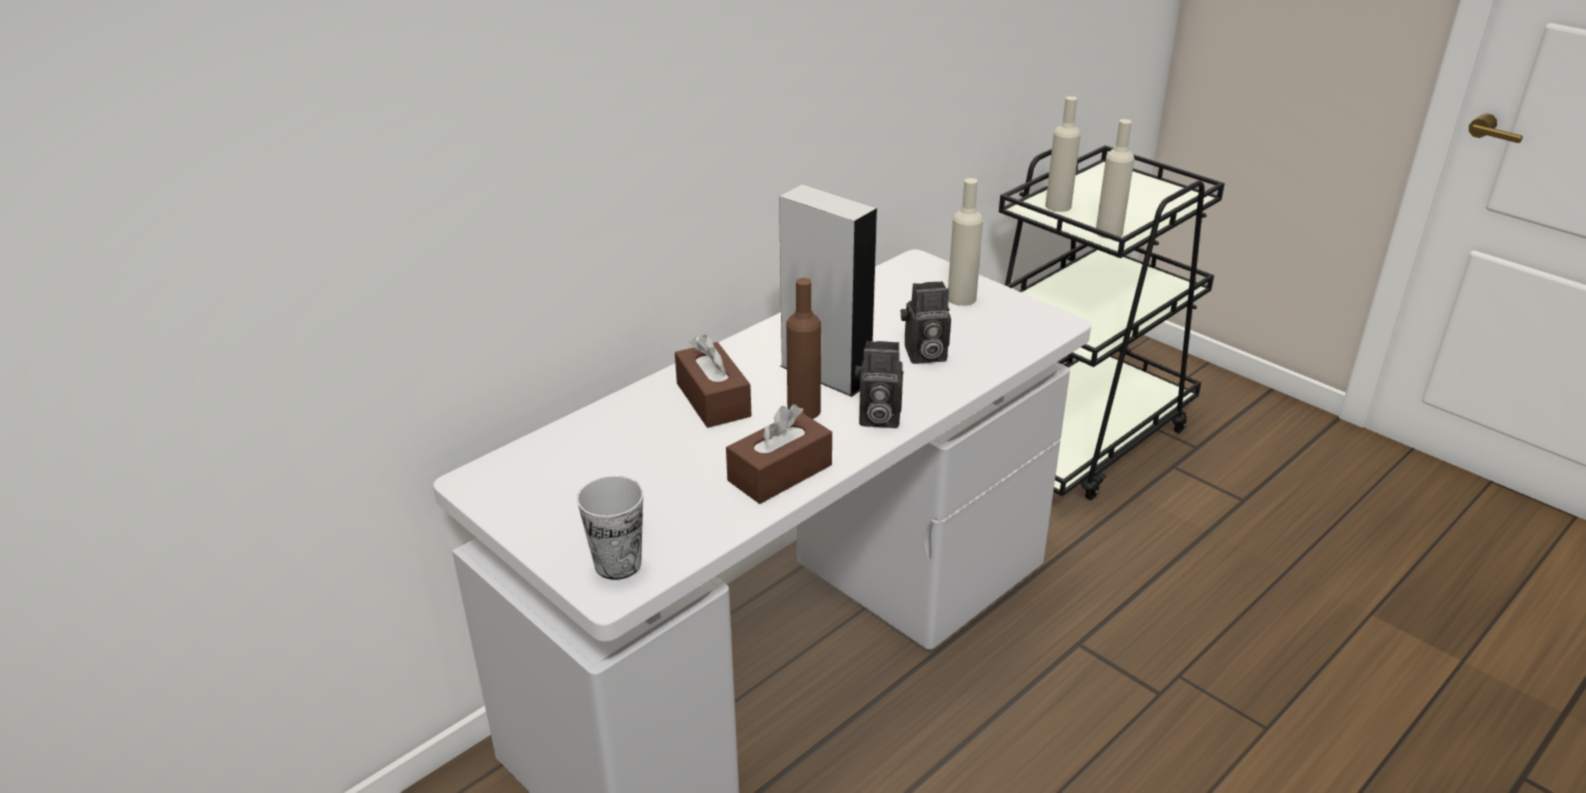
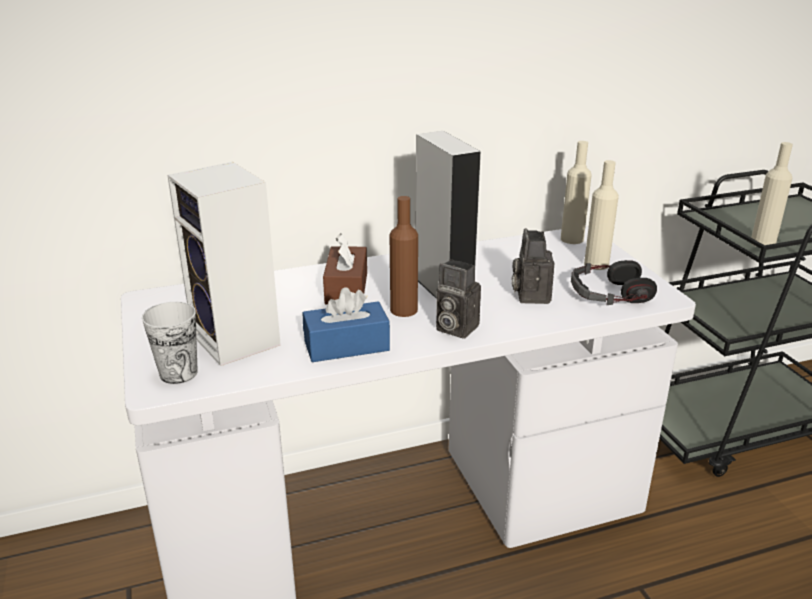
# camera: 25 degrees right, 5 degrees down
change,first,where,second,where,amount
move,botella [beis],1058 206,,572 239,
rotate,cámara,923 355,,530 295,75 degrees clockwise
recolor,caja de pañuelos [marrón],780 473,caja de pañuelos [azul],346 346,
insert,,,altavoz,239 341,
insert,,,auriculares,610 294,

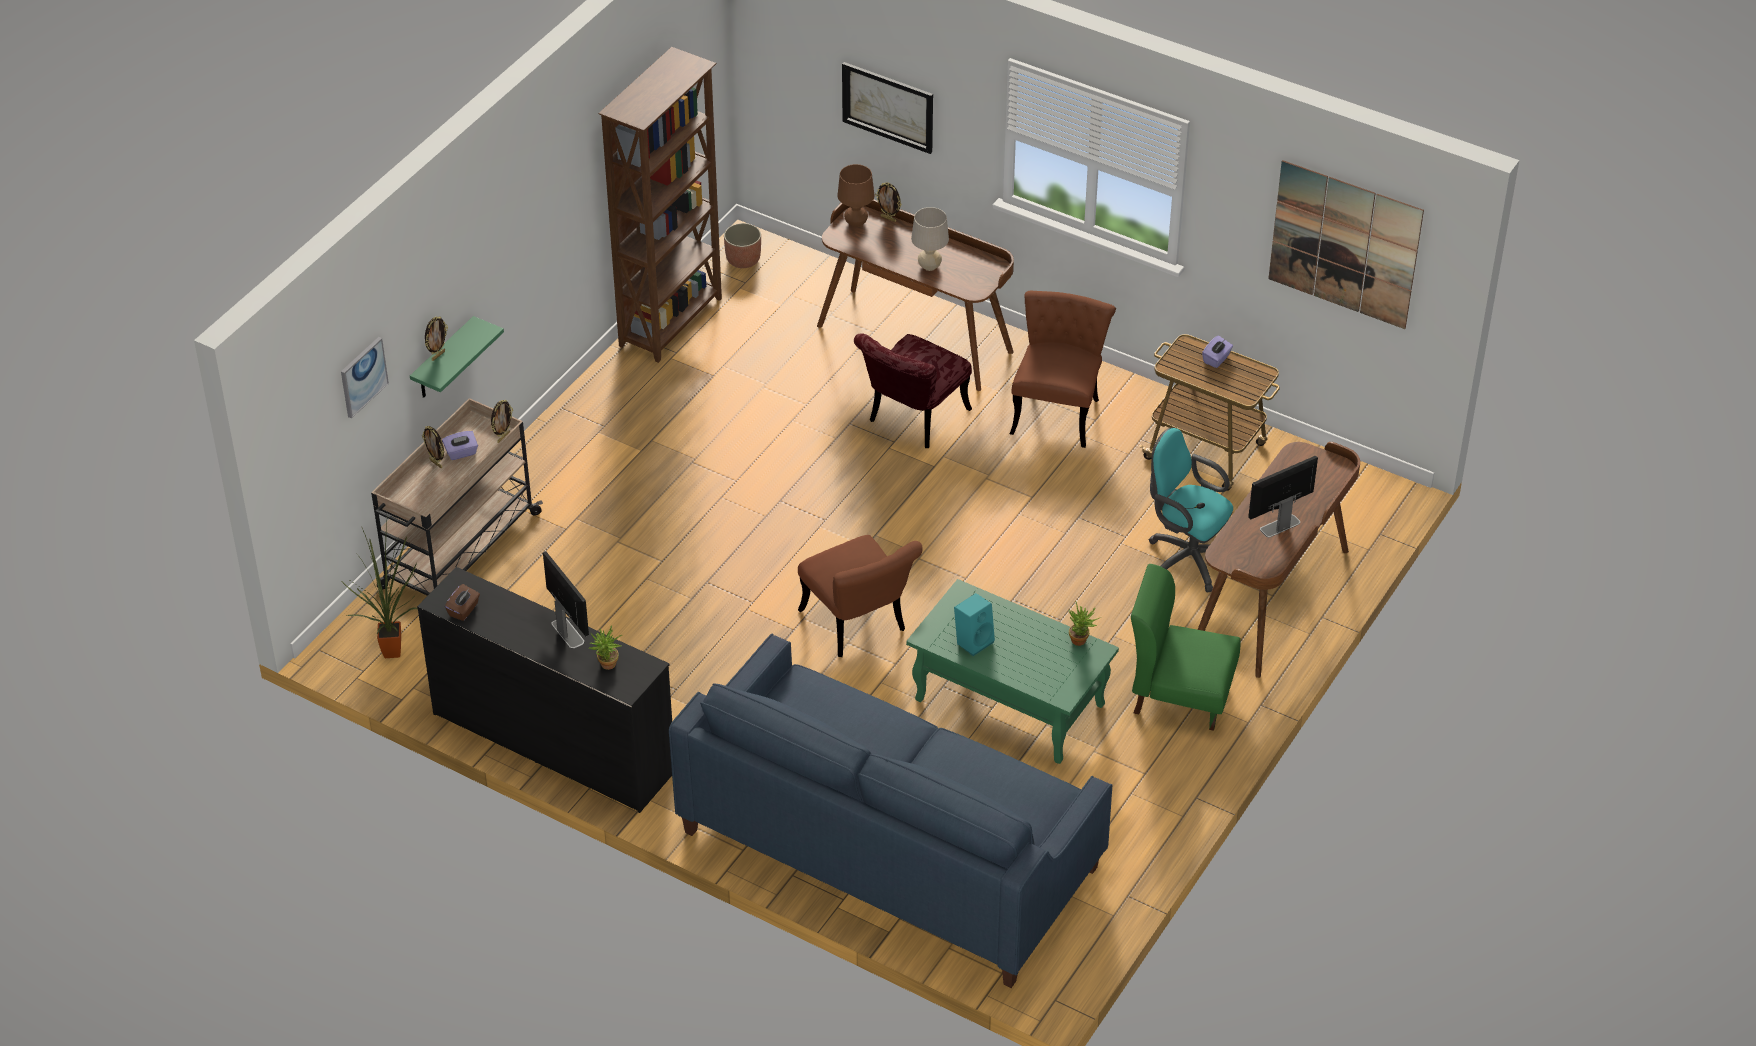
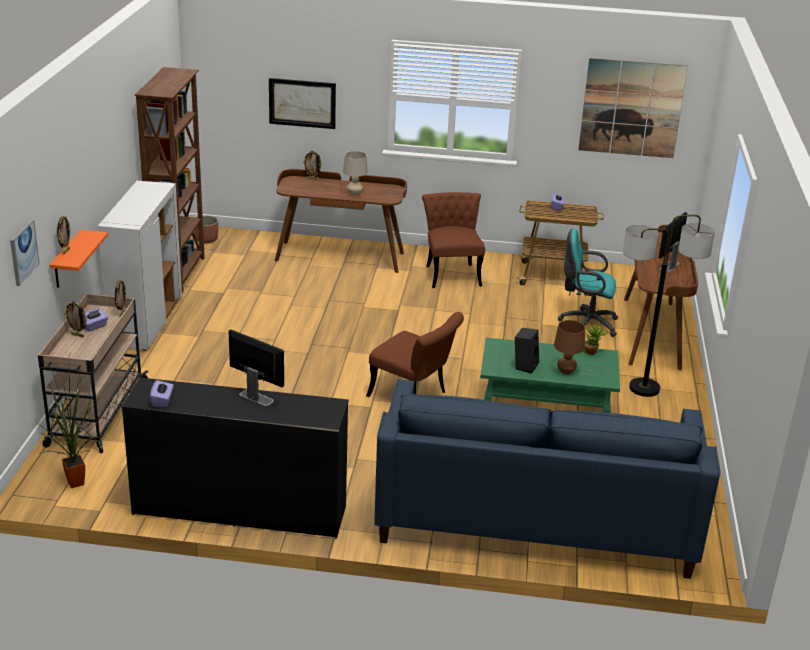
# camera: 25 degrees left, 15 degrees down
change,first,where,second,where,amount
move,lámpara de mesa [marrón],856 223,,566 371,
recolor,estante [verde],443 360,estante [naranja],66 260,
delete,silla [rojo],913 421,,,
replace,silla [verde],1179 695,lámpara de pie,644 388,
recolor,caja de pañuelos [marrón],464 610,caja de pañuelos [morado],162 401,
recolor,altavoz [turquesa],973 641,altavoz [negro],524 365,
delete,planta en maceta,606 666,,,
insert,,,armario [blanco],146 322,

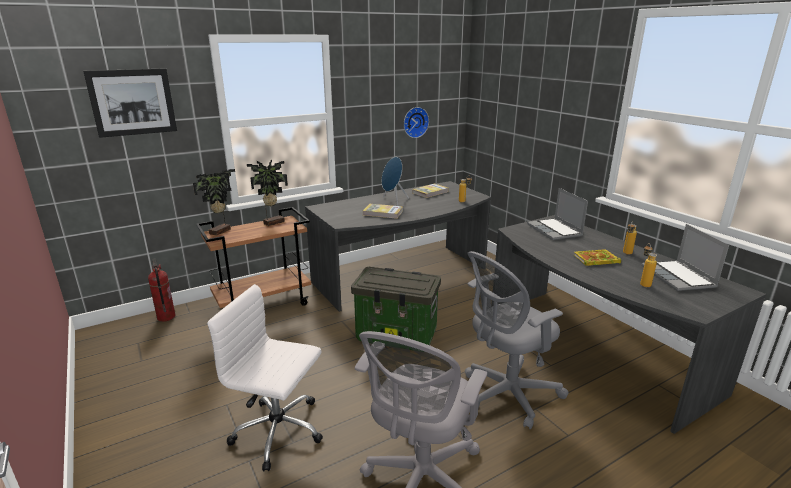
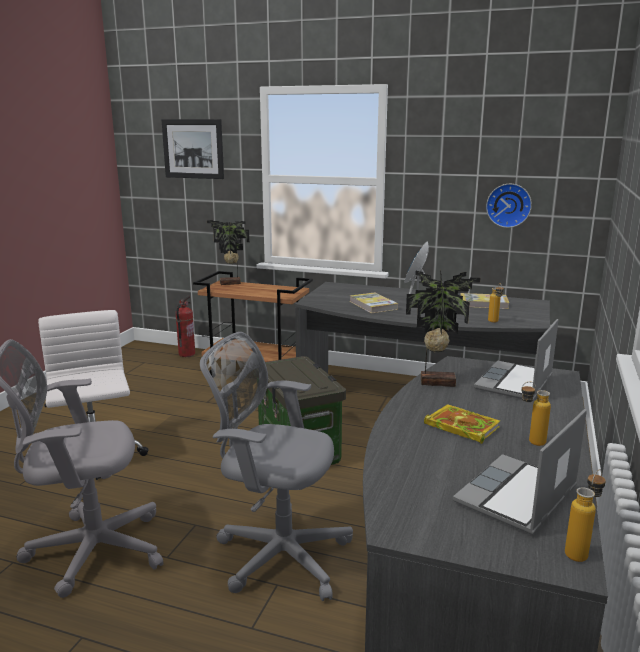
# camera: 50 degrees right, 5 degrees down
change,first,where,second,where,amount
move,planta en maceta,273 222,,436 381,
move,botella,643 283,,580 551,

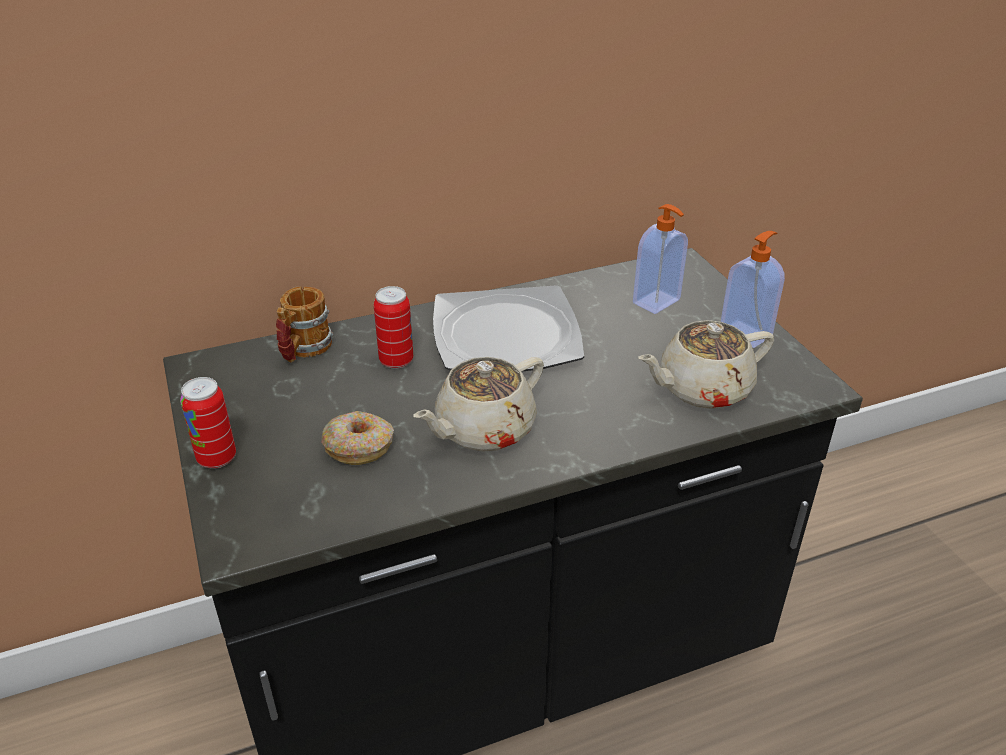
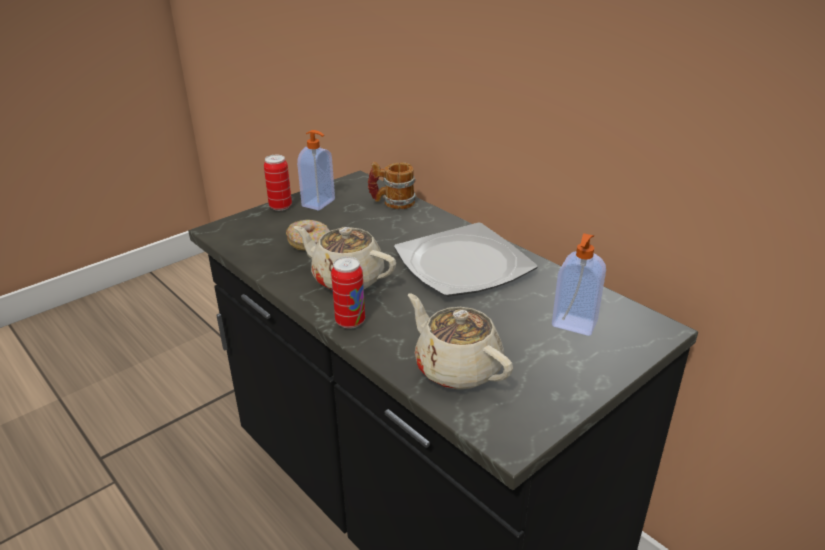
# camera: 70 degrees right, 5 degrees down
change,first,where,second,where,amount
move,dispensador de jabón,746 333,,319 203,
move,lata,396 361,,350 321,

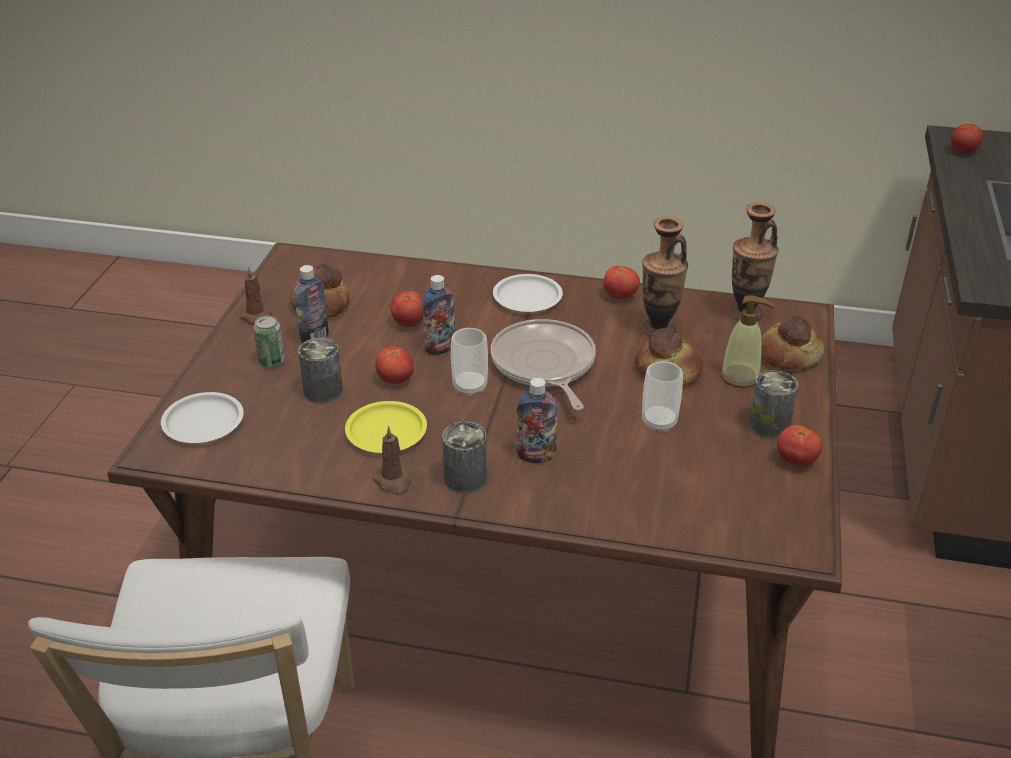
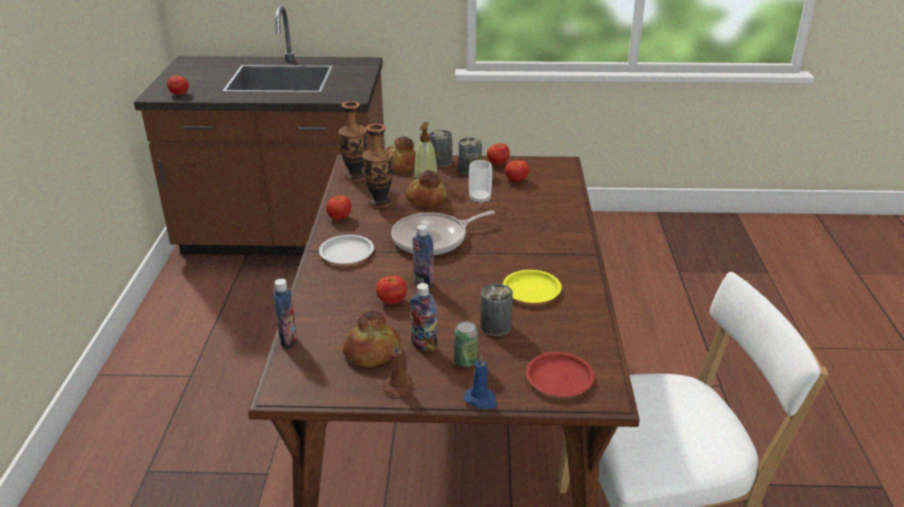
# camera: 100 degrees left, 5 degrees down
change,first,where,second,where,amount
delete,taza,470 387,,,
move,tomate,395 380,,516 180,
move,botella,536 456,,288 340,
recolor,plato [blanco],203 422,plato [rojo],559 378,
move,lata,465 479,,440 162,
delete,vela [marrón],393 482,,,
insert,,,vela [azul],481 400,

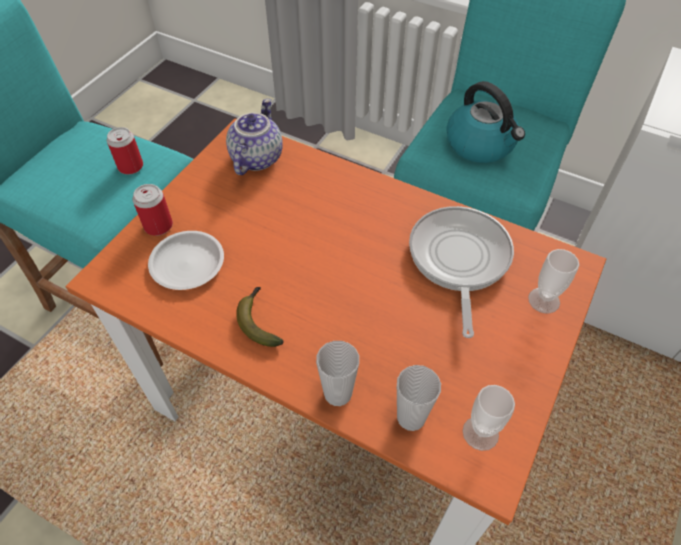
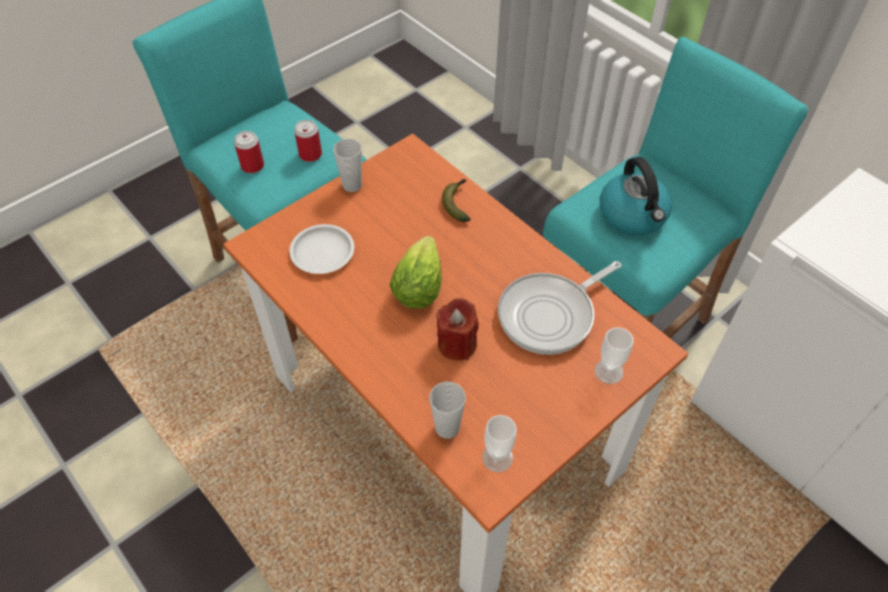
# camera: 20 degrees right, 0 degrees up
change,first,where,second,where,amount
delete,tetera,255 158,,,
move,lata,158 226,,252 166,
rotate,sartén,458 260,,550 315,150 degrees counterclockwise
move,plátano,259 320,,457 203,
move,taza,338 393,,352 185,
insert,,,lechuga,420 284,
insert,,,vela [rojo],457 344,

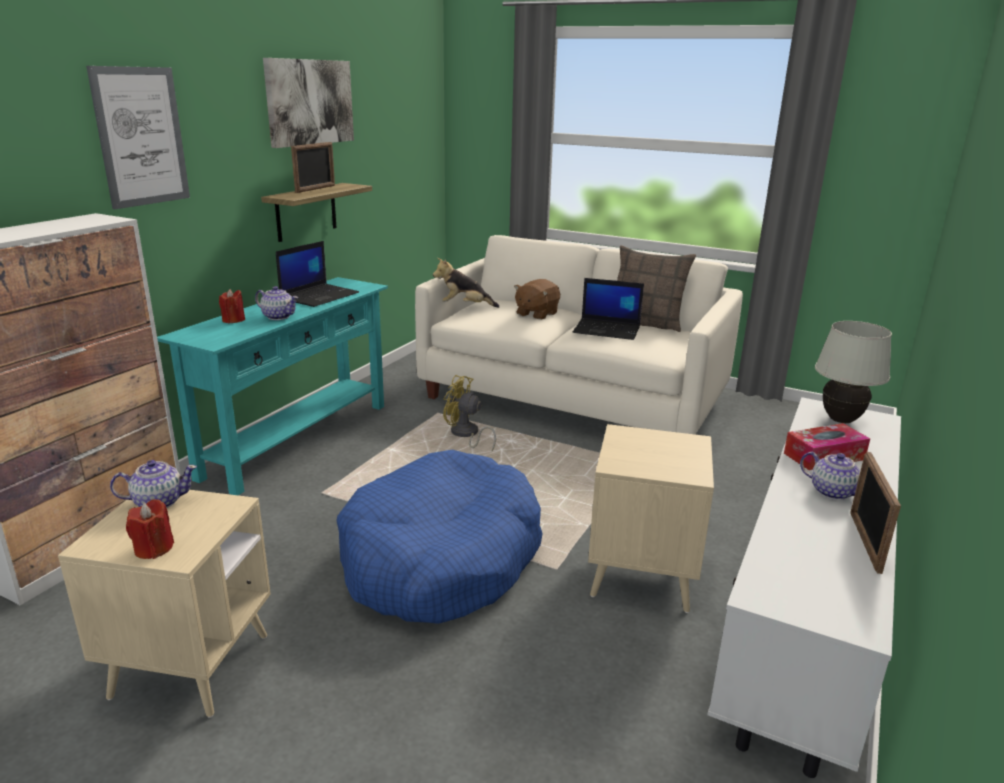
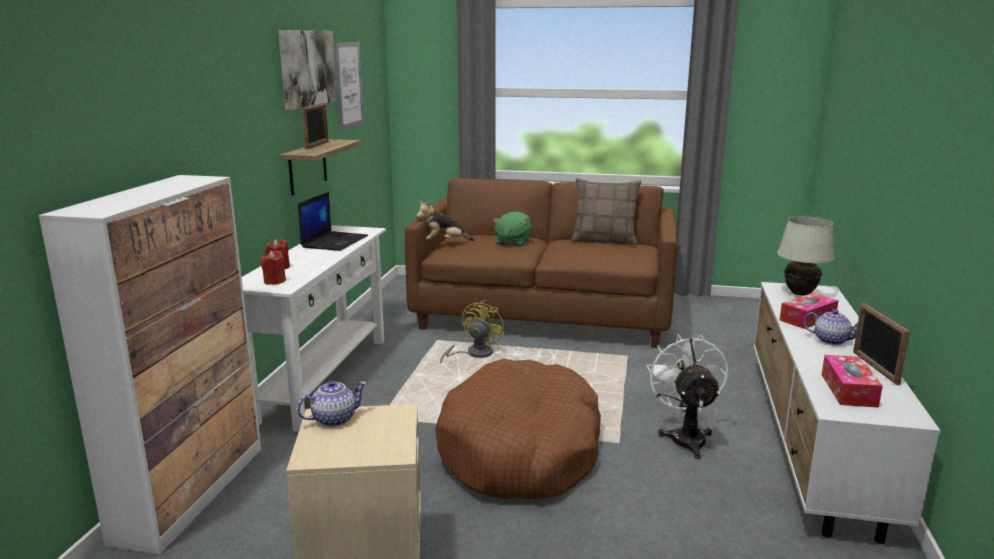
# camera: 15 degrees left, 5 degrees down
change,first,where,second,where,amount
move,cuadro,141 137,,348 85,
recolor,sofá [blanco],573 398,sofá [marrón],544 314,
recolor,mesa consola [turquesa],297 439,mesa consola [blanco],323 378,
delete,portátil,608 330,,,
recolor,peluche [marrón],536 314,peluche [verde],512 242,
delete,tetera,278 316,,,
rotate,ventilador [amarillo],466 435,,474 354,105 degrees clockwise
replace,mesa auxiliar [beis],641 576,ventilador [blanco],685 437,
recolor,cama para perro [azul],441 558,cama para perro [marrón],521 451,
move,vela [rojo],154 548,,274 281,
insert,,,caja de pañuelos,848 390,

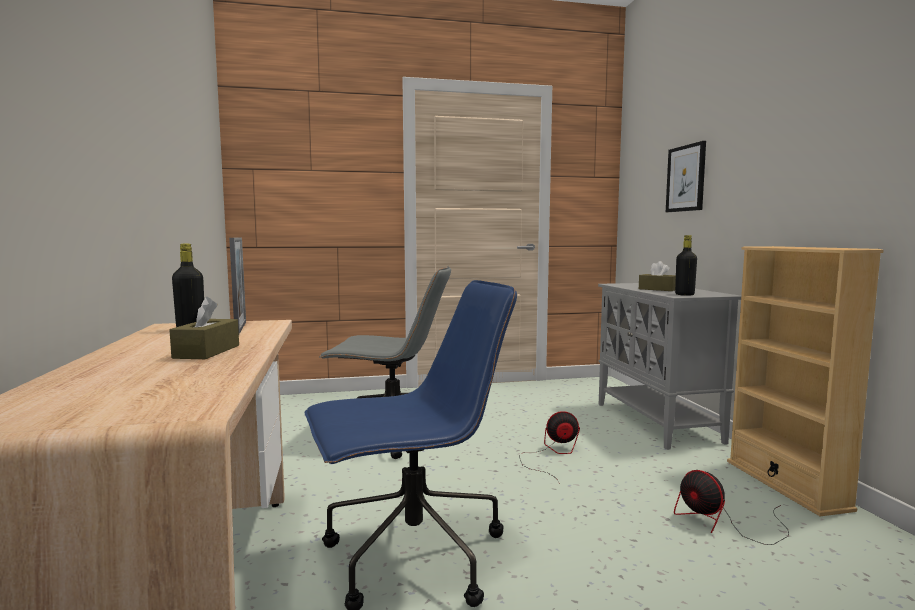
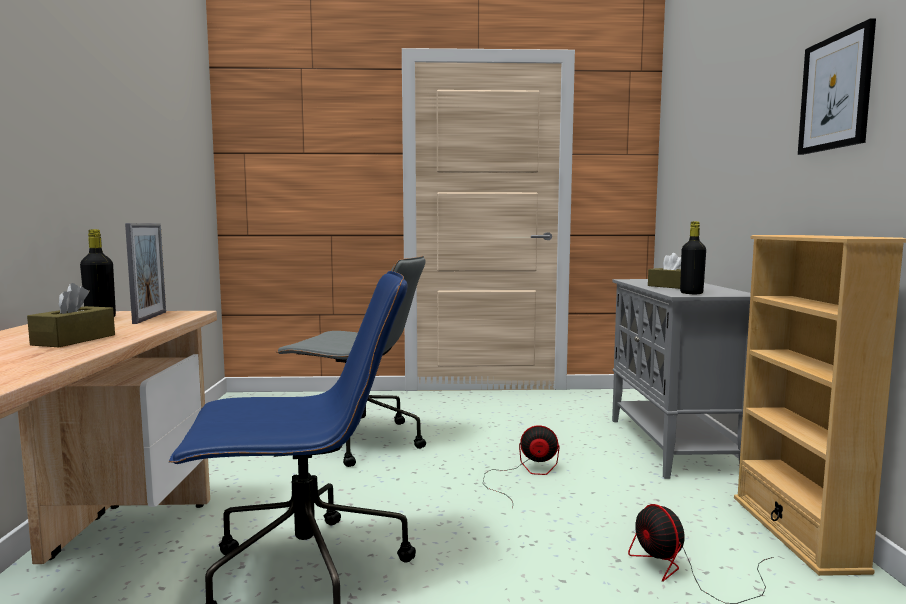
# camera: 10 degrees right, 0 degrees up
change,first,where,second,where,amount
move,cuadro,686 178,,836 92,

